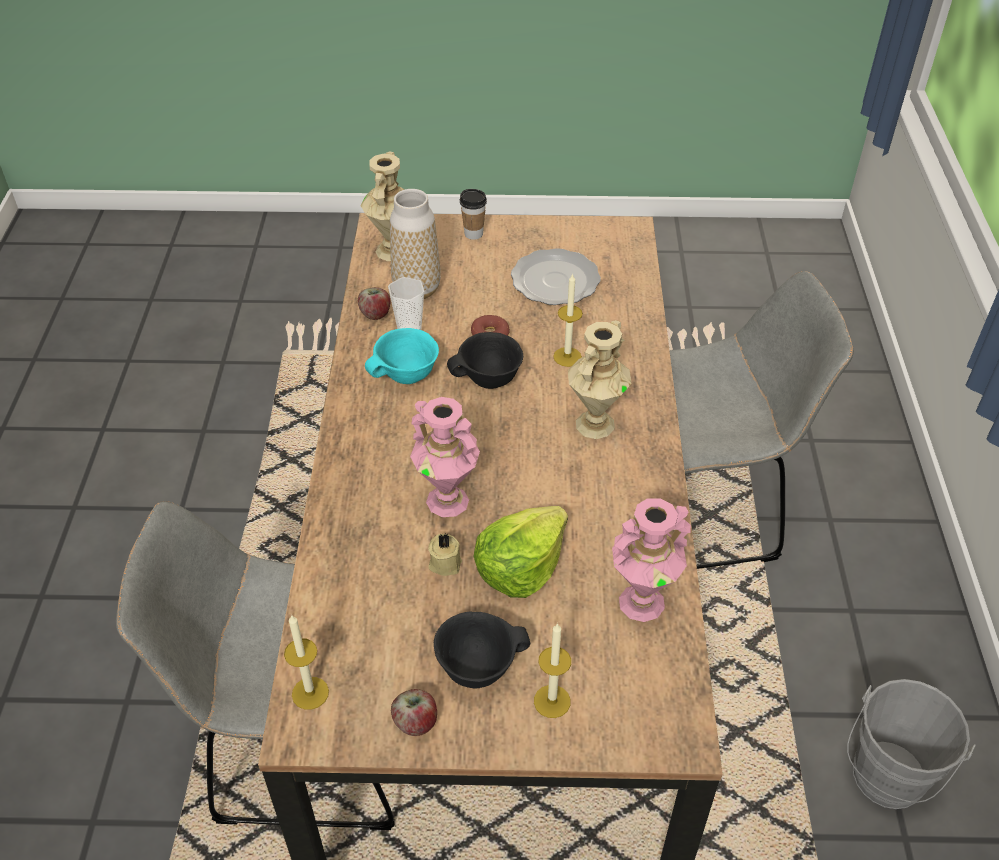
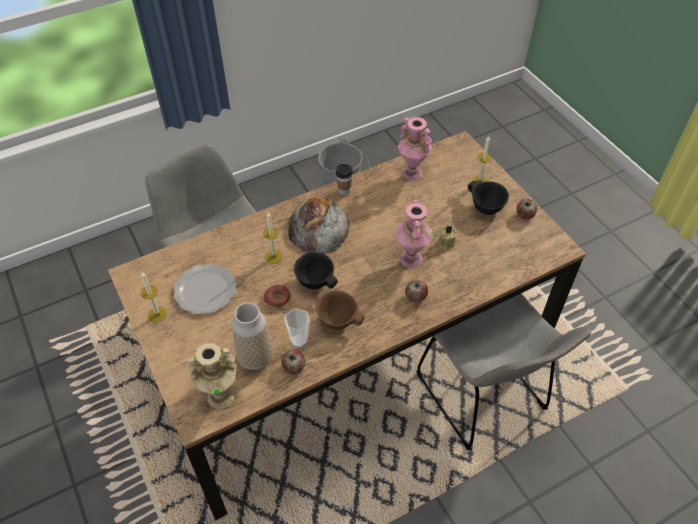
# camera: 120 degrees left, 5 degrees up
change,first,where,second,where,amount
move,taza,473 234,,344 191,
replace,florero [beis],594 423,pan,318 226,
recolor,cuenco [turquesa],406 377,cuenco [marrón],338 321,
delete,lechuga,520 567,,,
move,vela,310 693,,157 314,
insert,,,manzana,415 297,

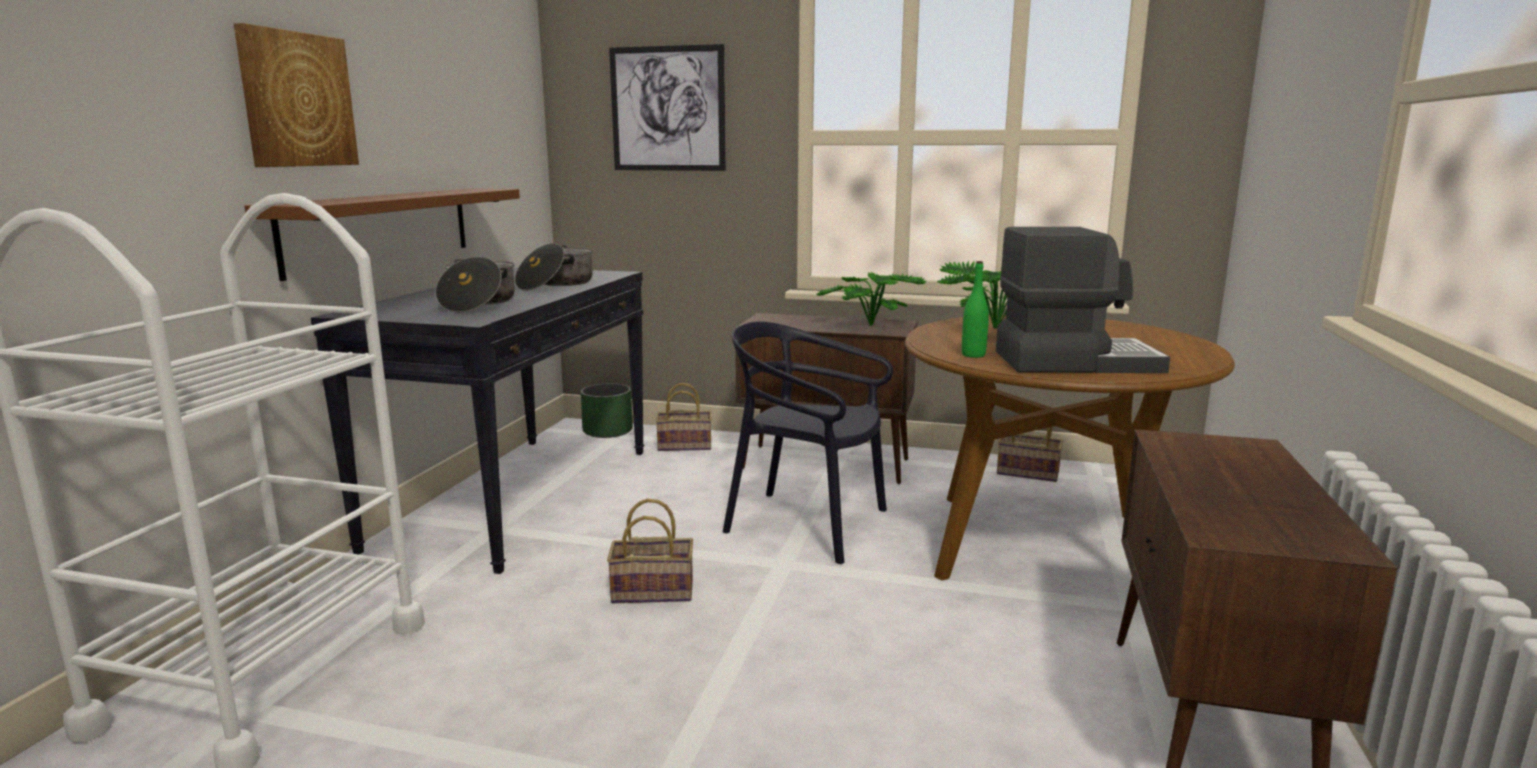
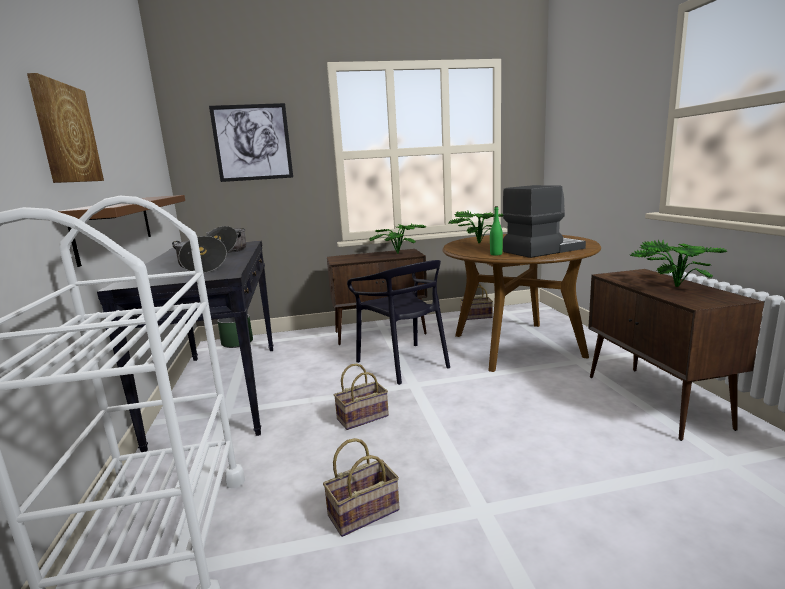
# camera: 25 degrees left, 0 degrees up
change,first,where,second,where,amount
rotate,silla [negro],807 524,,404 363,120 degrees counterclockwise
move,cesta,686 445,,364 511,
insert,,,planta en maceta,671 287,

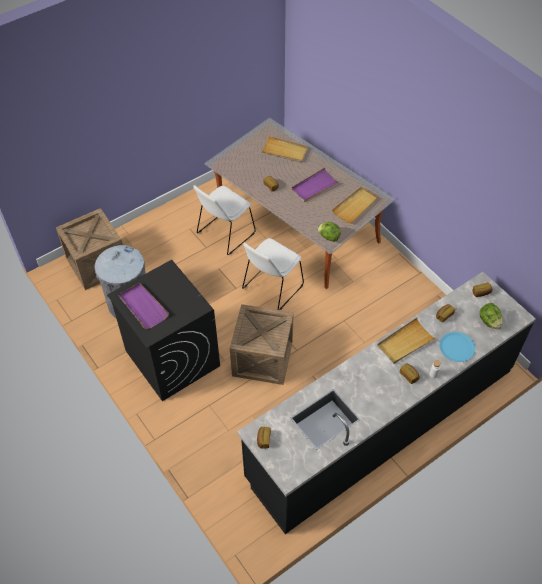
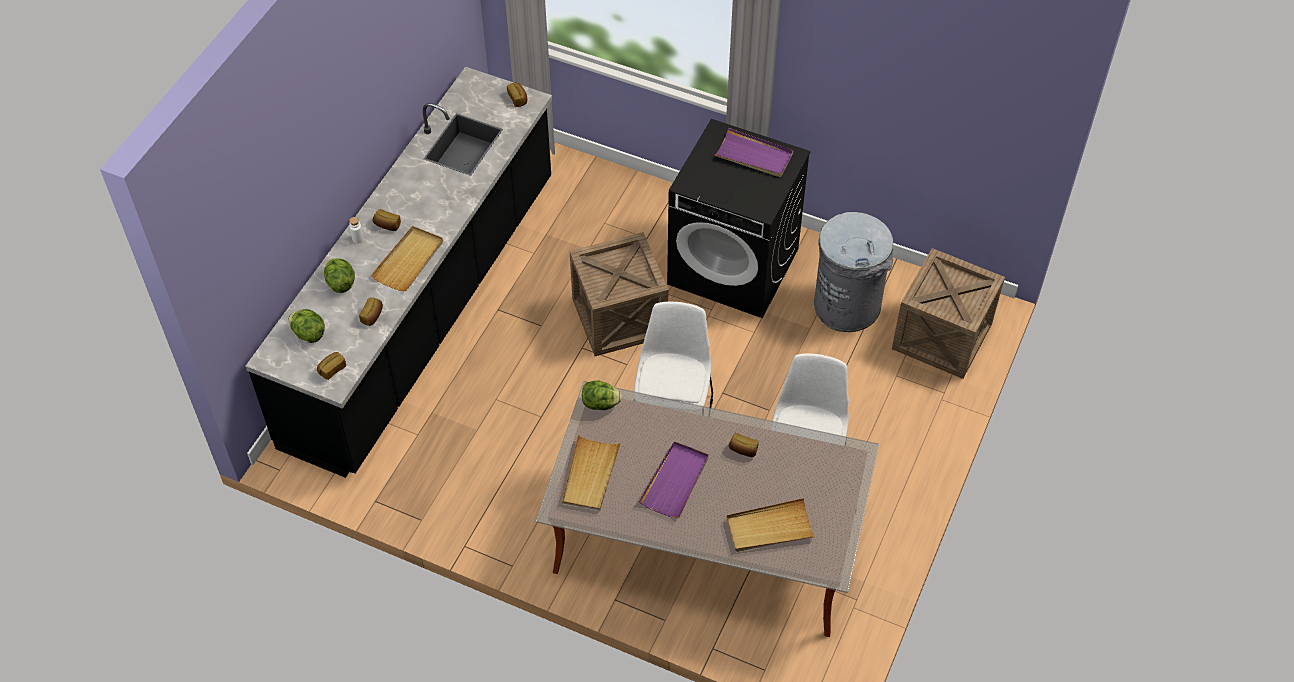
# camera: 150 degrees right, 0 degrees up
change,first,where,second,where,amount
replace,plato [azul],457 347,lechuga,340 283,

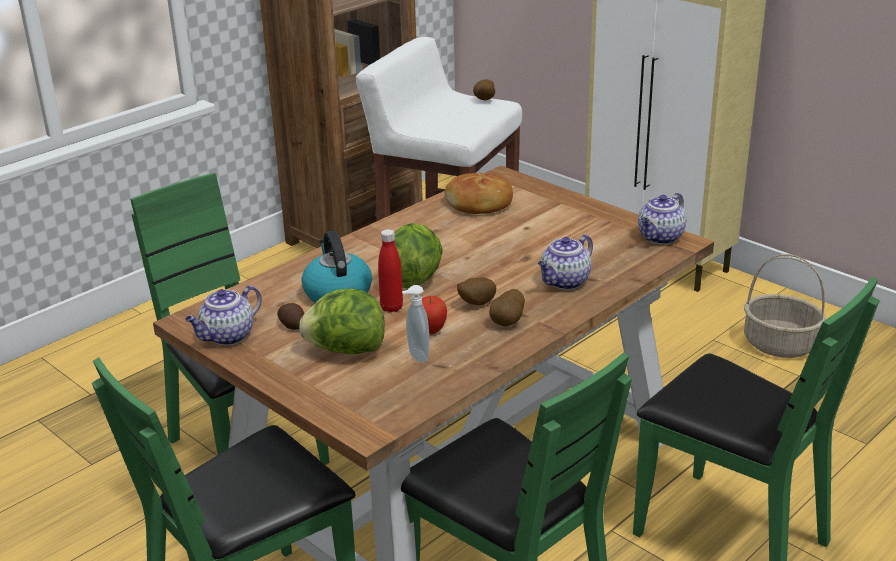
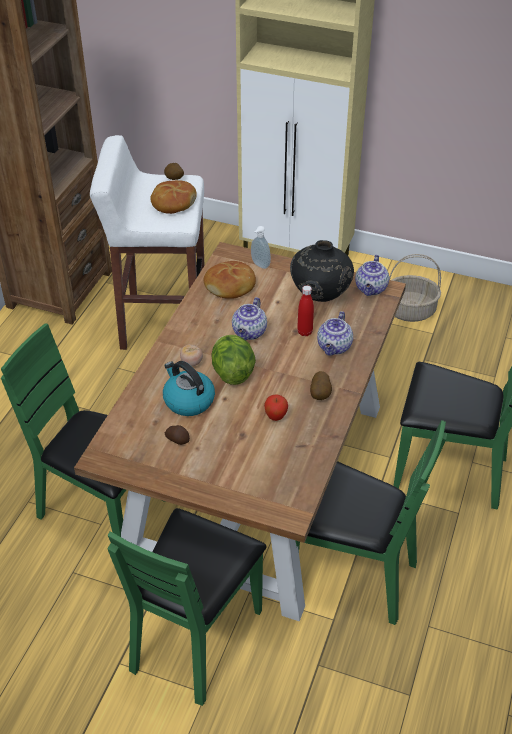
# camera: 25 degrees left, 15 degrees up
change,first,where,second,where,amount
move,botella [rojo],391 308,,304 332,
delete,patata,475 303,,,
move,dispensador de jabón,416 356,,259 265,
move,tetera,227 336,,249 333,
delete,lechuga,346 350,,,
insert,,,pan,173 203,
insert,,,florero [negro],319 297,
insert,,,tomate,191 362,

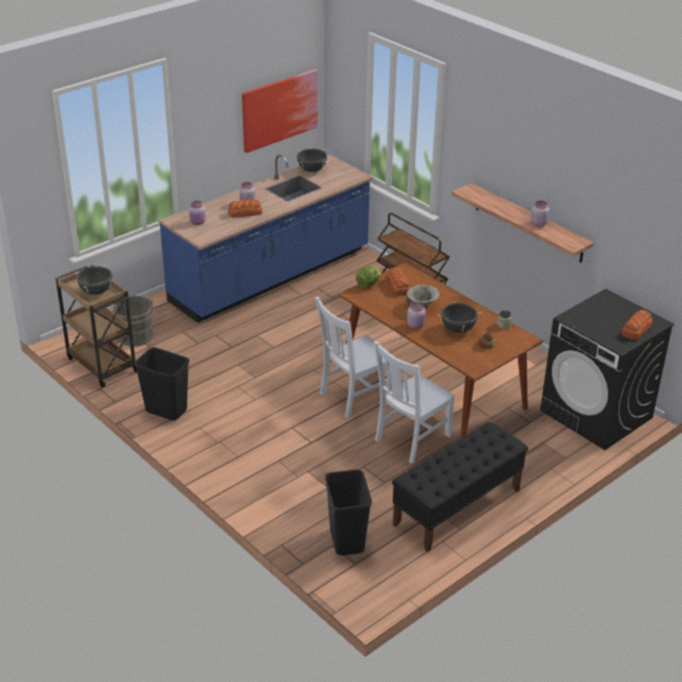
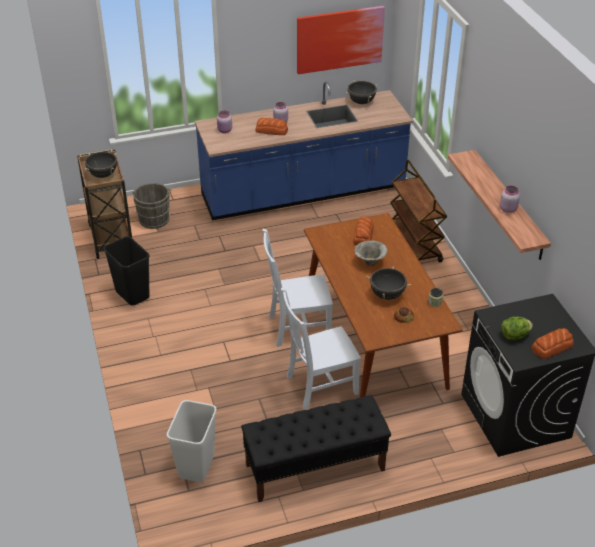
# camera: 25 degrees right, 5 degrees up
change,first,where,second,where,amount
move,lechuga,368 284,,514 336,
delete,tarro [rosa],416 325,,,
recolor,papelera [negro],346 540,papelera [blanco],196 465,

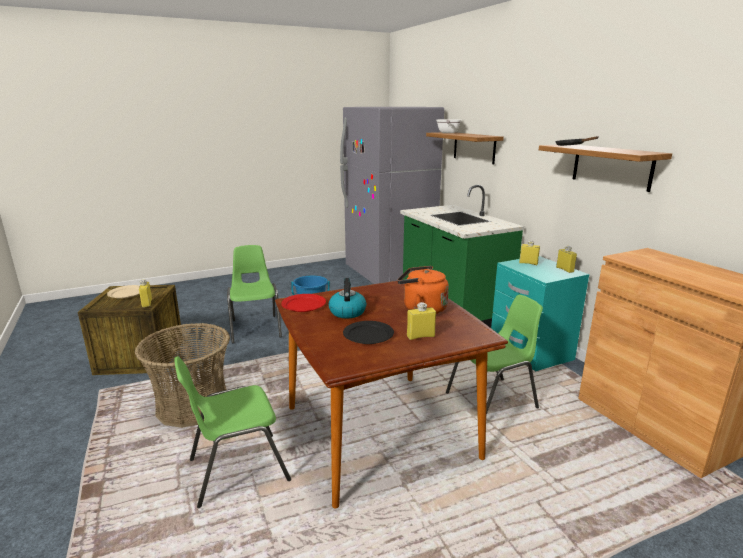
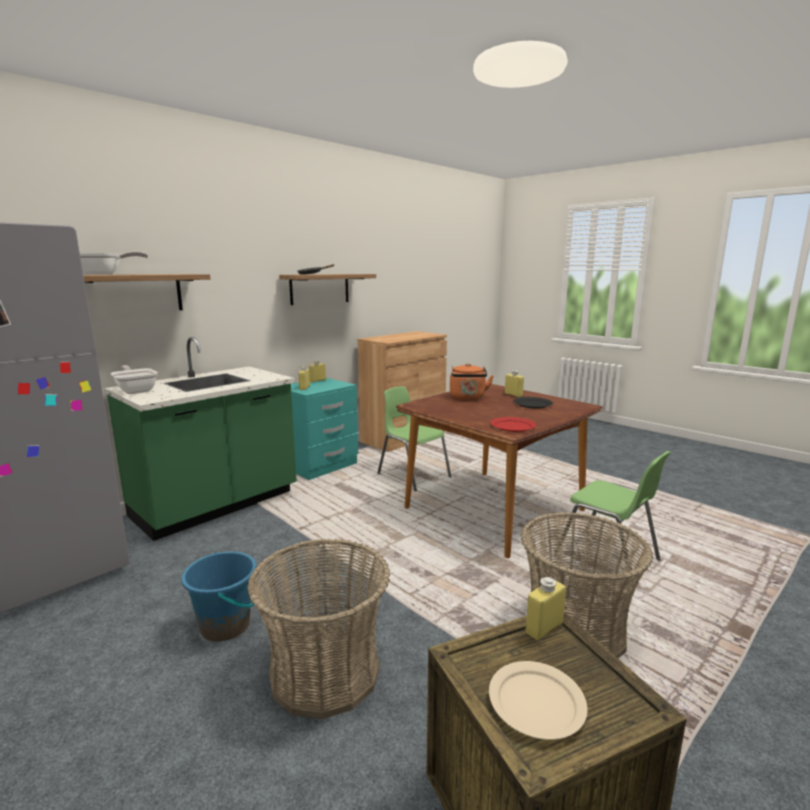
# camera: 110 degrees left, 5 degrees down
change,first,where,second,where,amount
replace,silla [verde],256 328,cesta,324 672,
delete,hervidor,347 312,,,
insert,,,sartén,136 390,

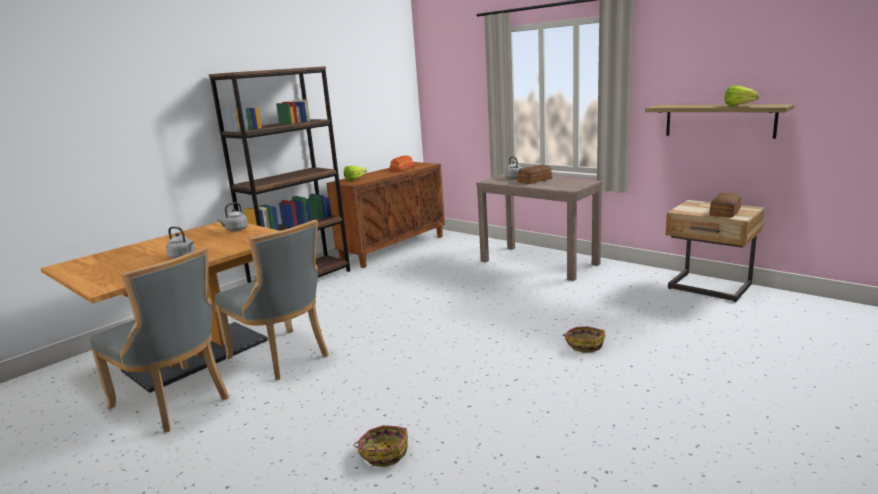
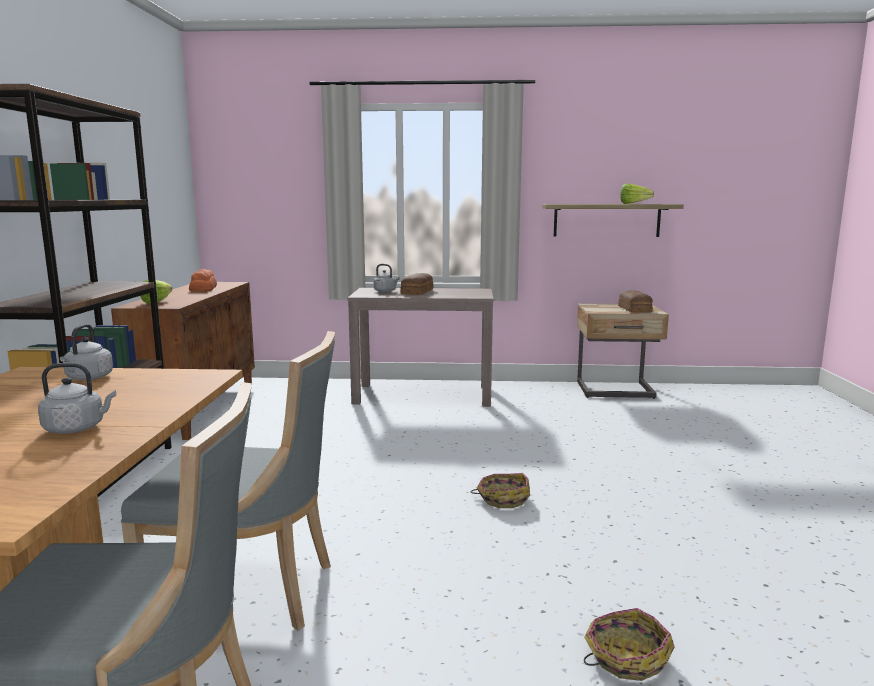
# camera: 40 degrees left, 5 degrees down
change,first,where,second,where,amount
move,cesta,584 345,,503 498,

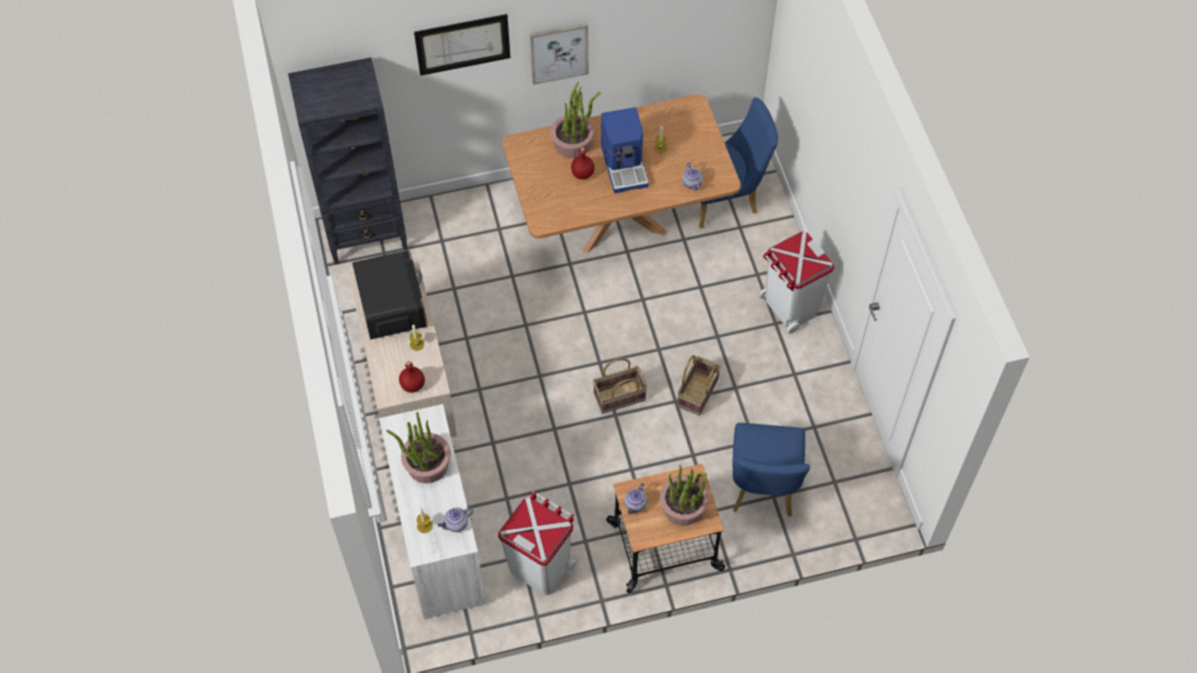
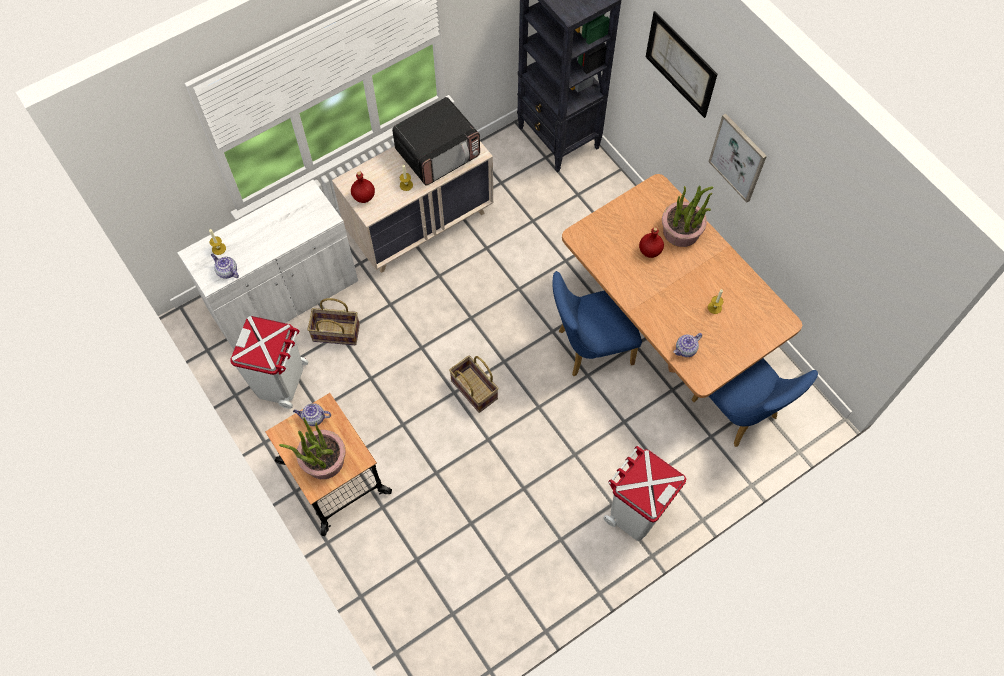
# camera: 70 degrees right, 5 degrees up
change,first,where,second,where,amount
delete,cafetera,625 165,,,
move,cesta,698 393,,336 333,
delete,planta en maceta,427 465,,,
move,silla [azul],763 490,,589 347,

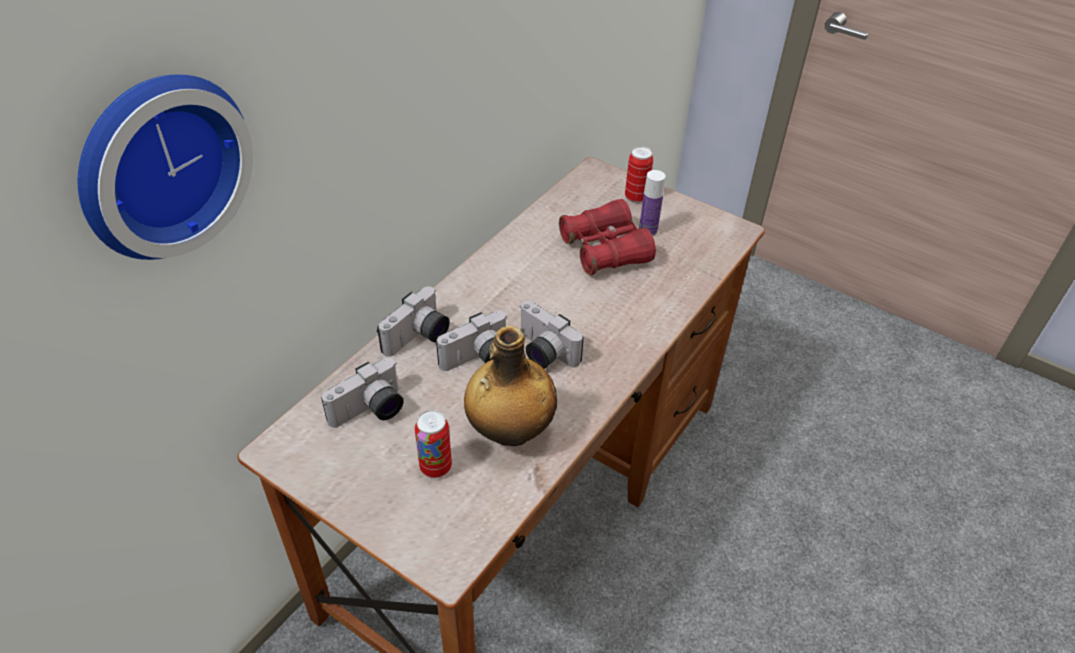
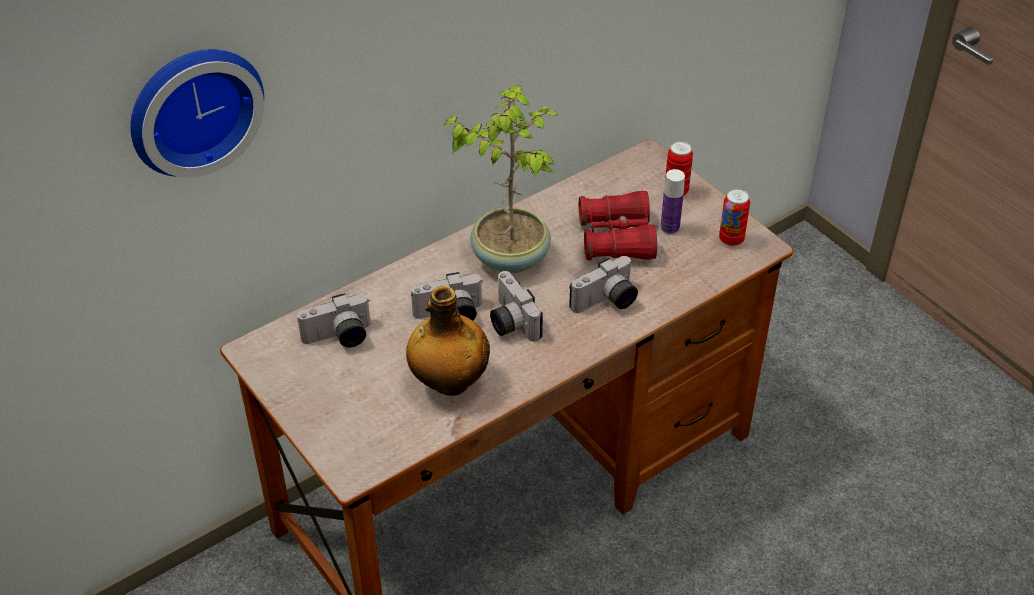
# camera: 20 degrees right, 0 degrees up
change,first,where,second,where,amount
move,cámara,419 338,,606 302,
move,lata,435 467,,731 239,
insert,,,planta en maceta,510 256,

